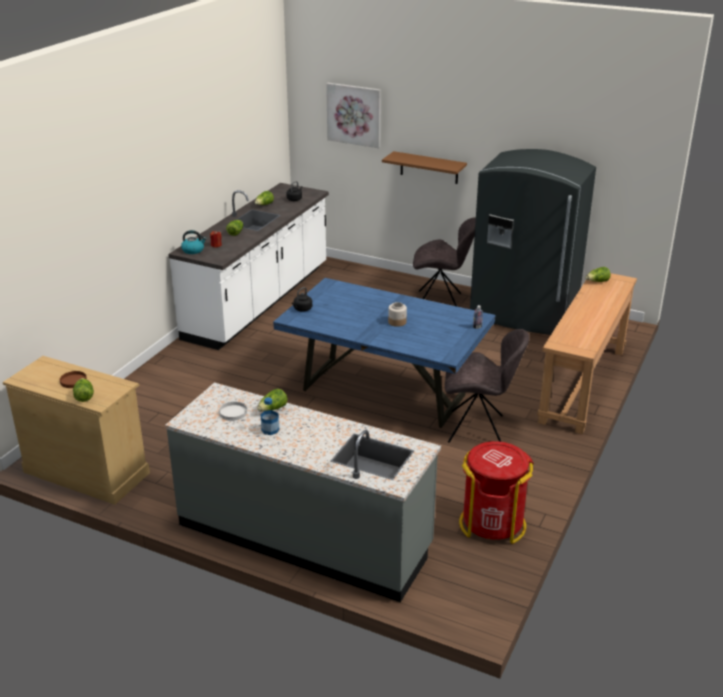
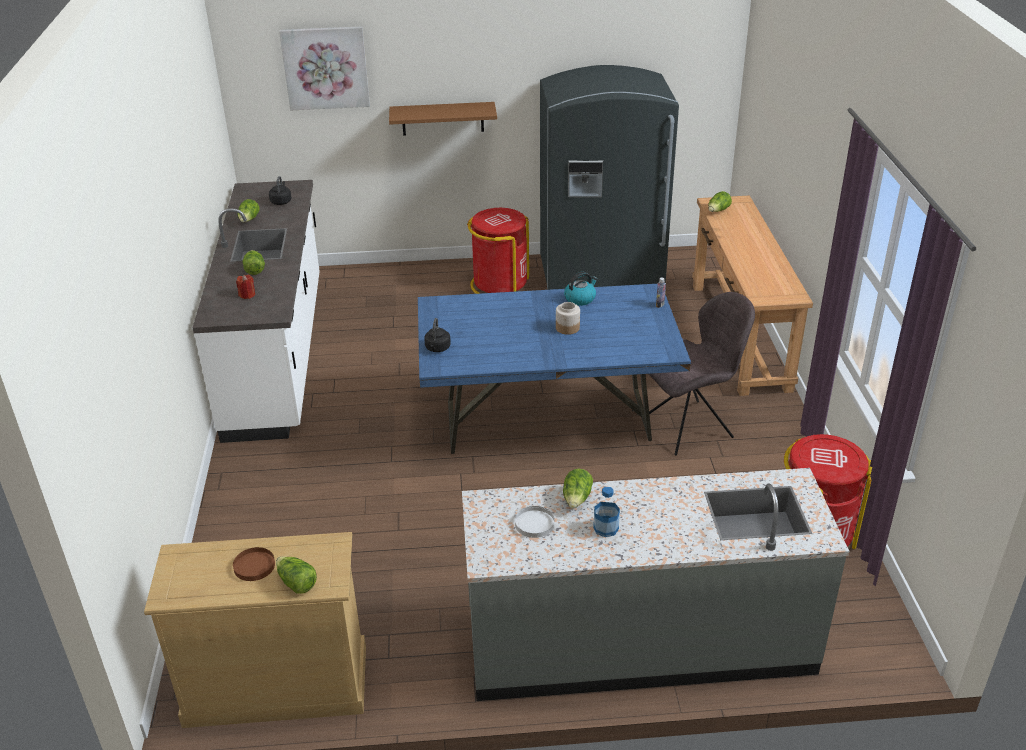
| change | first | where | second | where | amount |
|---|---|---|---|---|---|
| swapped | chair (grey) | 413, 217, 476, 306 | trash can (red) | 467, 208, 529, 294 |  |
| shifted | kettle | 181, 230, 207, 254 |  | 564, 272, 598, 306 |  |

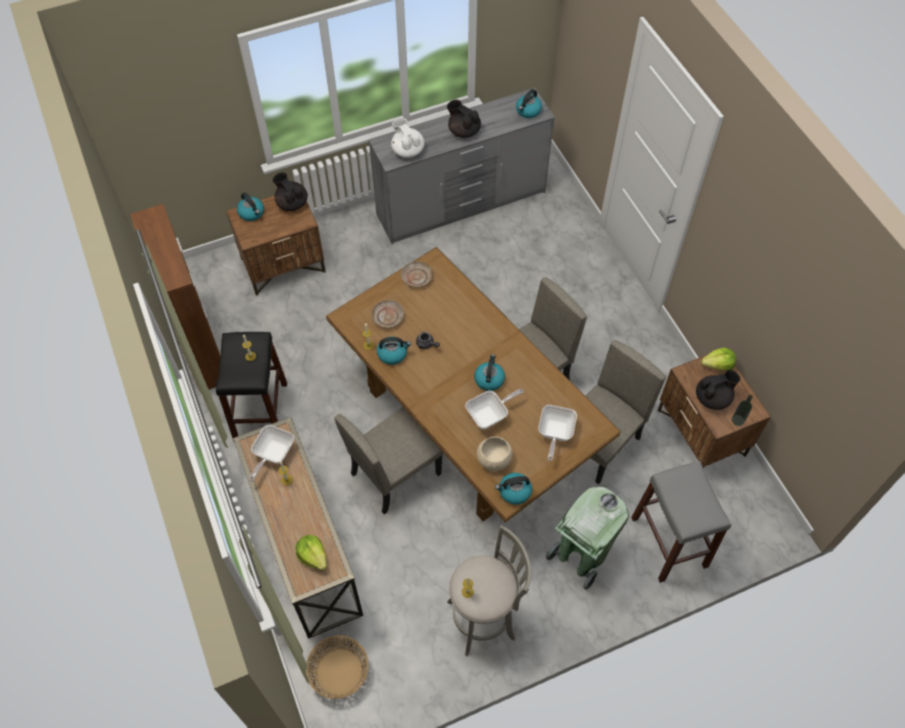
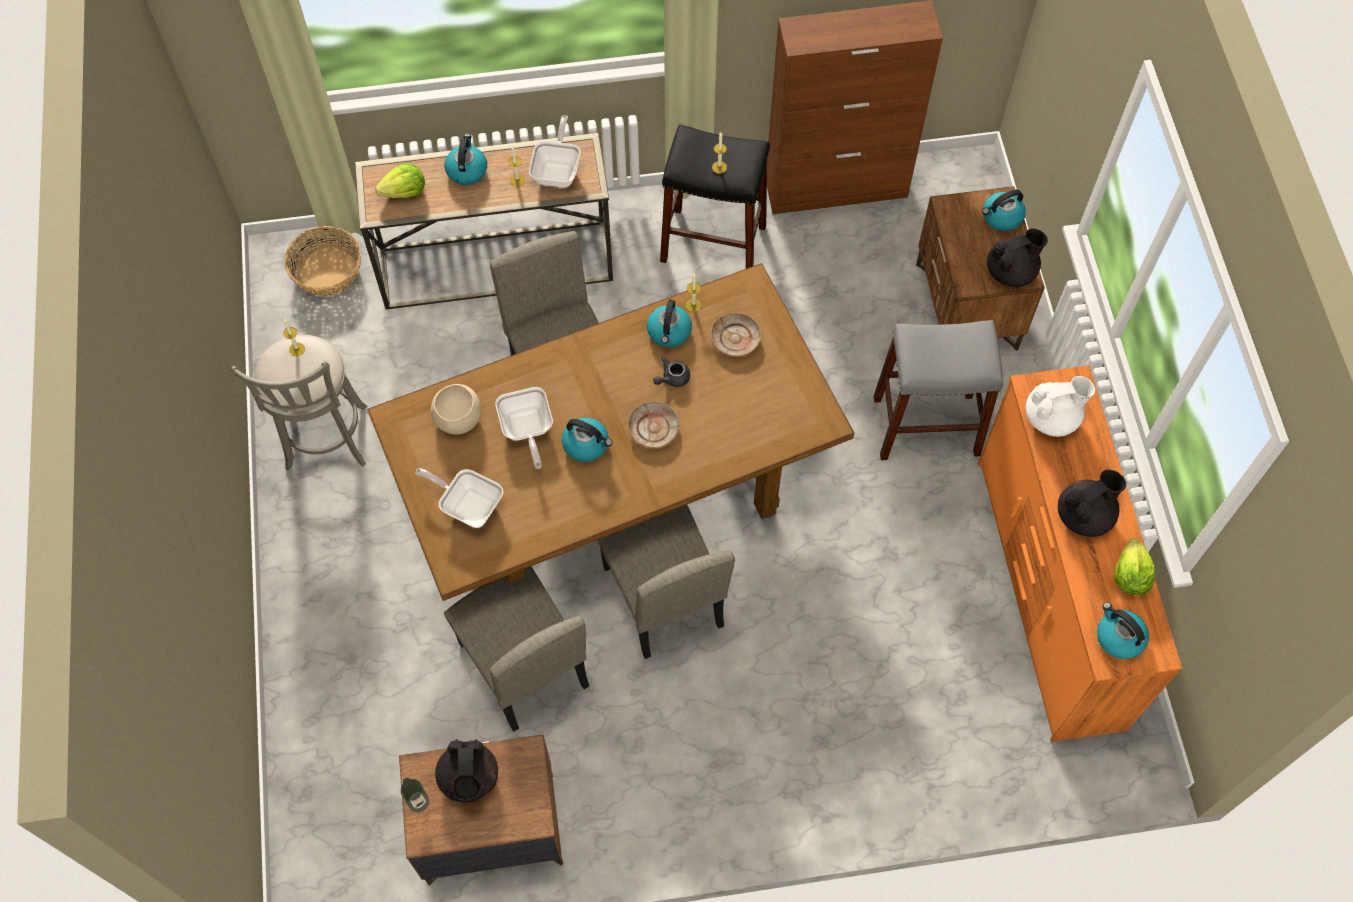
| change | first | where | second | where | amount |
|---|---|---|---|---|---|
| repainted | dresser (grey) | 368, 88, 555, 244 | dresser (orange) | 978, 365, 1182, 742 |  |
| shifted | plate (beige) | 401, 261, 433, 288 |  | 628, 401, 679, 449 |  |
| shifted | lettuce | 701, 348, 736, 370 |  | 1114, 538, 1155, 595 |  |
| rotated | frying pan | 249, 425, 294, 482 |  | 529, 115, 581, 187 | 60 degrees clockwise |
| shifted | stool (grey) | 631, 461, 731, 583 |  | 874, 320, 1003, 460 |  |
| shifted | kettle | 495, 473, 532, 505 |  | 445, 134, 487, 185 |  |
| gone | trash can (green) | 546, 486, 629, 589 |  |  |  |

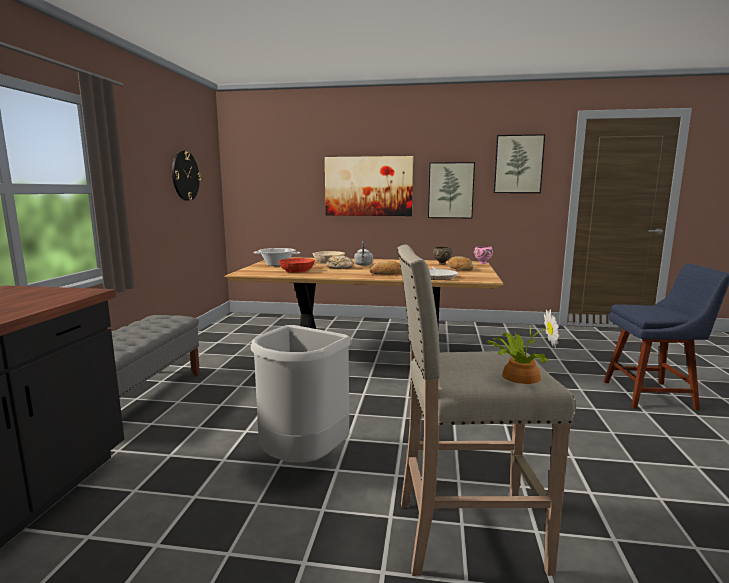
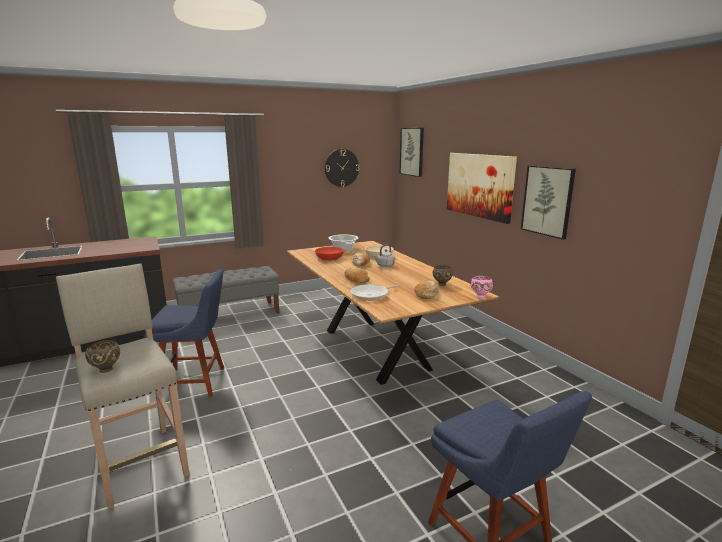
| change | first | where | second | where | amount |
|---|---|---|---|---|---|
| shifted | picture | 494, 134, 545, 193 |  | 400, 128, 424, 177 |  |
| swapped | potted plant | 486, 309, 559, 384 | bowl (brown) | 85, 340, 120, 373 |  |
| swapped | trash can (grey) | 251, 325, 352, 462 | chair (blue) | 144, 269, 224, 397 |  |

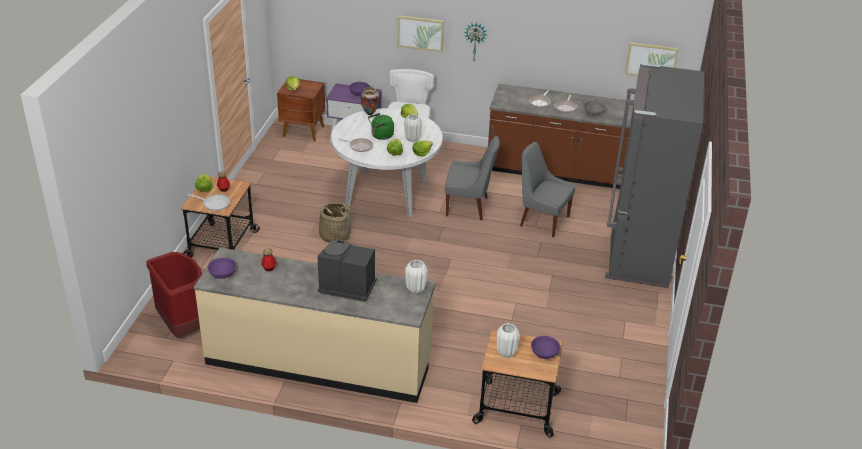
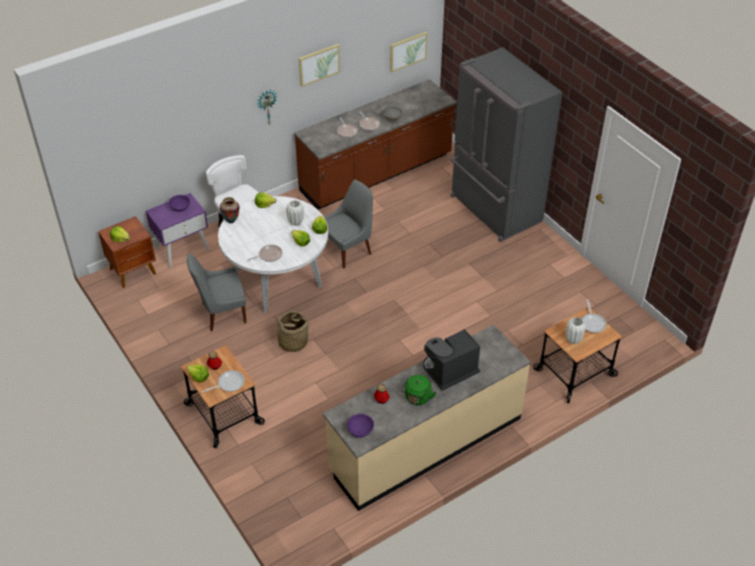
| change | first | where | second | where | amount |
|---|---|---|---|---|---|
| shifted | picture | 398, 15, 444, 52 |  | 299, 44, 340, 87 |  |
| shifted | kettle (green) | 368, 113, 394, 140 |  | 401, 375, 436, 405 |  |
| shifted | chair (grey) | 520, 142, 576, 237 |  | 187, 253, 246, 331 |  |
| gone | trash can (red) | 146, 252, 202, 337 |  |  |  |
| gone | vase (white) | 405, 260, 428, 294 |  |  |  |
| swapped | bowl (purple) | 531, 336, 561, 359 | frying pan | 581, 299, 606, 333 |  |

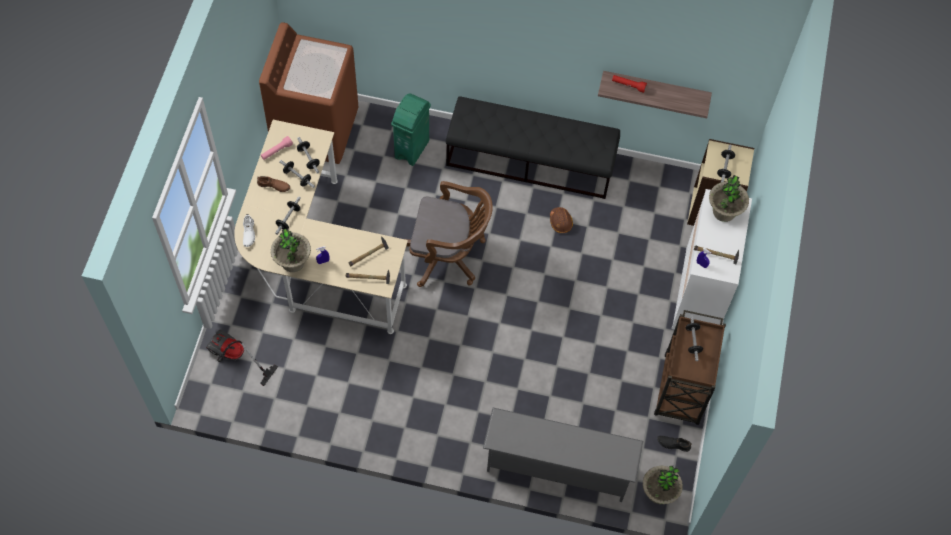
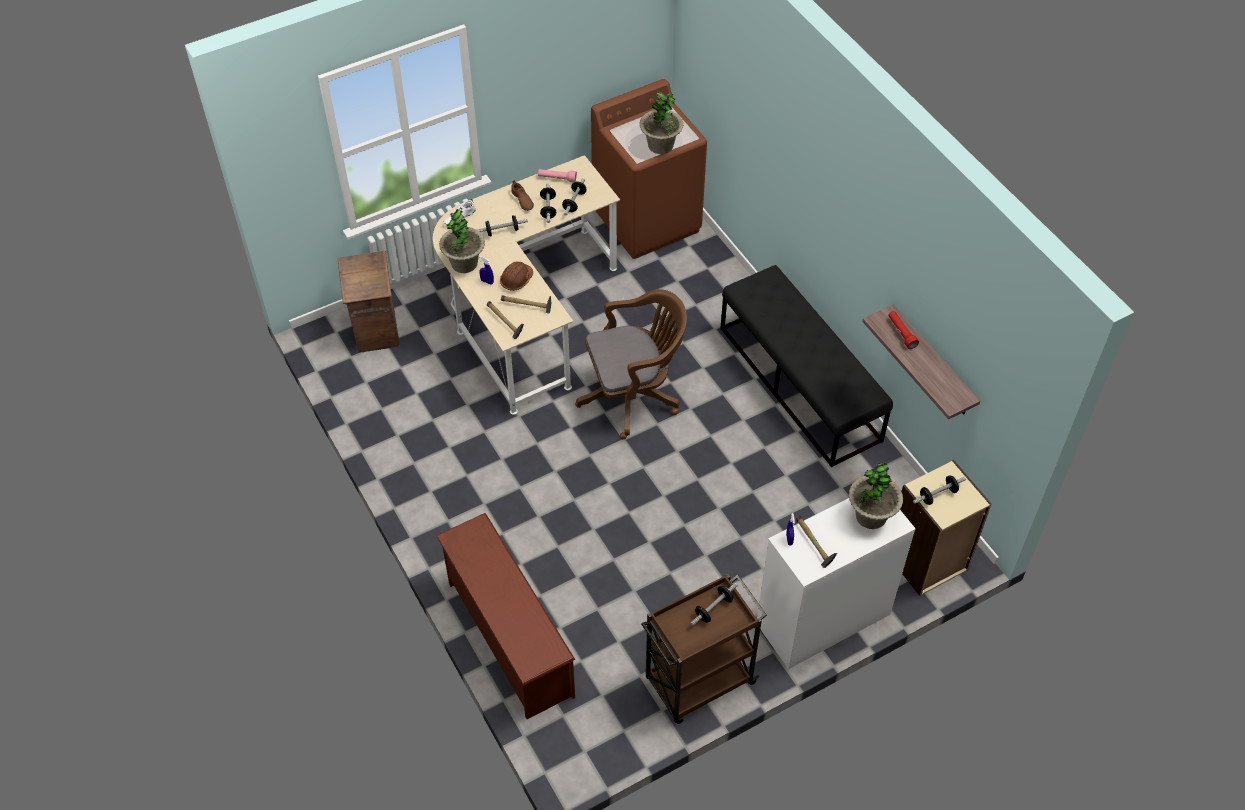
| change | first | where | second | where | amount |
|---|---|---|---|---|---|
| gone | trash can (green) | 391, 94, 431, 166 |  |  |  |
| rotated | office chair (brown) | 405, 181, 493, 287 |  | 575, 289, 687, 439 | 75 degrees counterclockwise |
| shifted | hard hat (brown) | 550, 207, 573, 233 |  | 500, 261, 533, 291 |  |
| swapped | vacuum cleaner | 206, 330, 278, 386 | crate | 338, 250, 400, 353 |  |
| repainted | shoe rack (grey) | 483, 408, 643, 502 | shoe rack (brown) | 436, 513, 575, 719 |  |
| gone | shoe (black) | 657, 436, 691, 452 |  |  |  |
| shifted | potted plant | 642, 466, 683, 504 |  | 639, 91, 683, 154 |  |

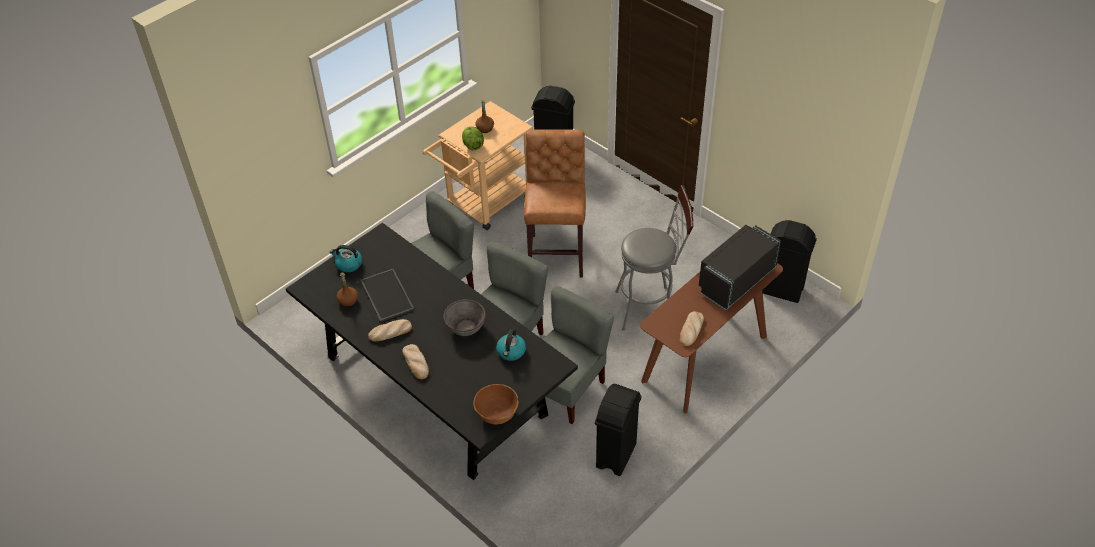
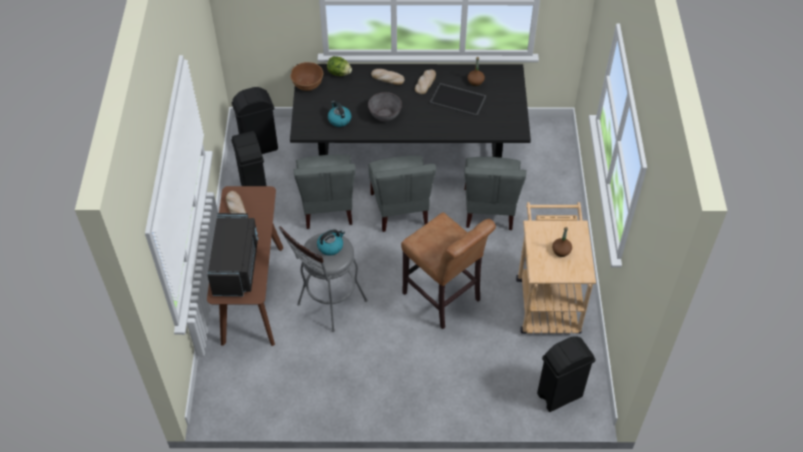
| change | first | where | second | where | amount |
|---|---|---|---|---|---|
| shifted | lettuce | 462, 126, 484, 151 |  | 327, 56, 352, 76 |  |
| shifted | trash can (black) | 762, 220, 817, 303 |  | 232, 87, 278, 154 |  |
| shifted | kettle | 330, 245, 362, 272 |  | 317, 229, 345, 256 |  |

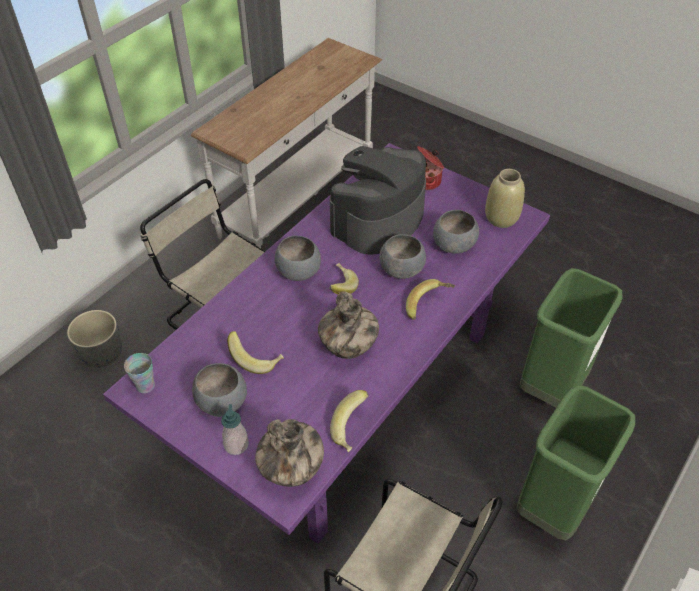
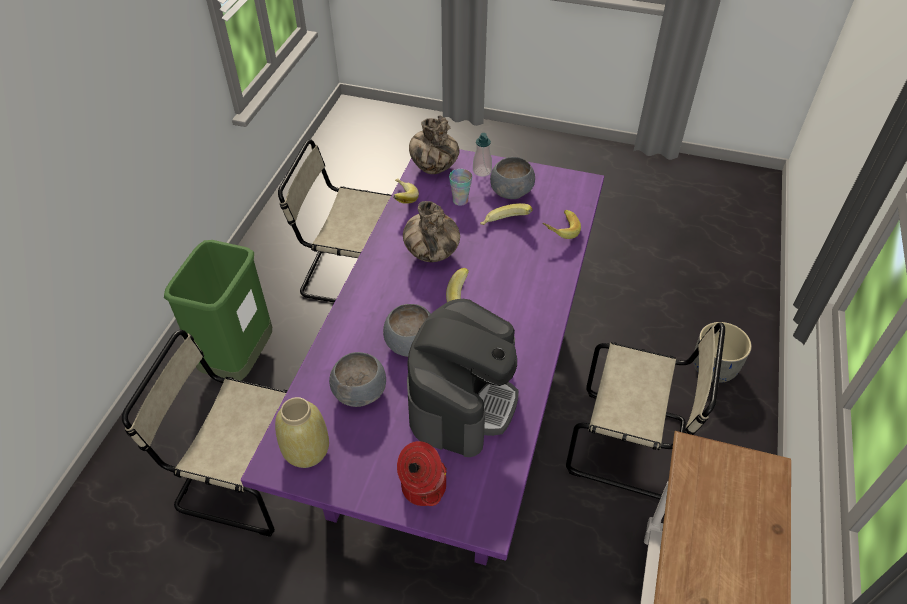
| change | first | where | second | where | amount |
|---|---|---|---|---|---|
| gone | bowl (grey) | 275, 235, 321, 281 |  |  |  |
| swapped | trash can (green) | 520, 268, 623, 408 | chair (beige) | 122, 330, 287, 537 |  |
| shifted | banana | 406, 279, 455, 320 |  | 542, 210, 581, 239 |  |
| shifted | cup | 124, 353, 155, 393 |  | 449, 169, 472, 206 |  |

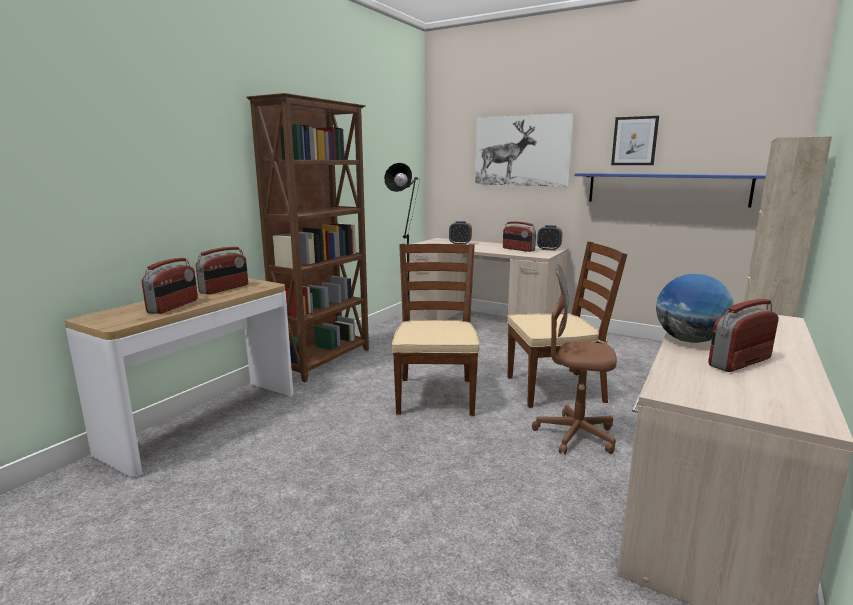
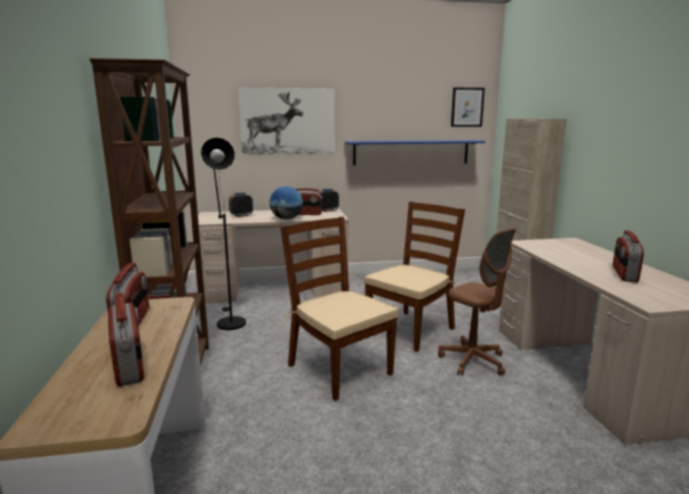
| change | first | where | second | where | amount |
|---|---|---|---|---|---|
| shifted | picture | 611, 116, 659, 165 |  | 451, 88, 485, 127 |  |
| rotated | office chair (brown) | 532, 264, 617, 455 |  | 438, 228, 516, 376 | 105 degrees counterclockwise |
| shifted | globe | 656, 274, 734, 343 |  | 270, 186, 303, 220 |  |

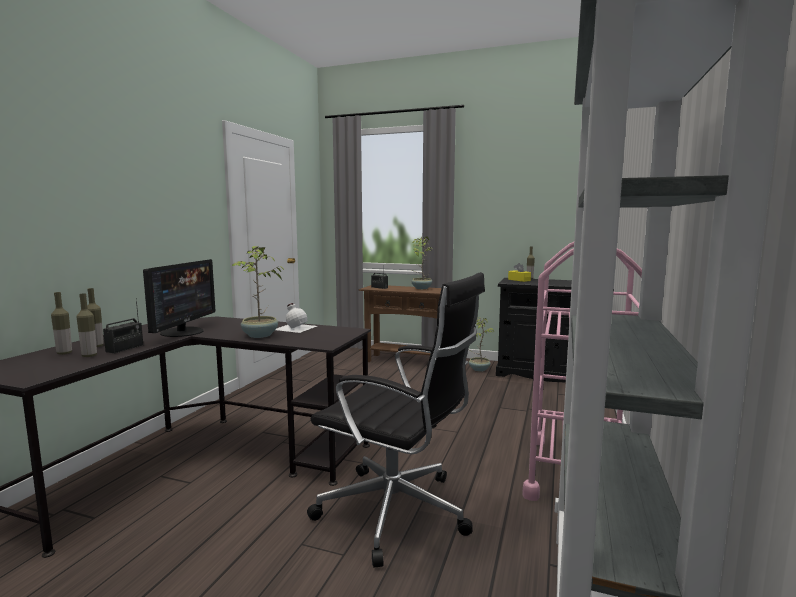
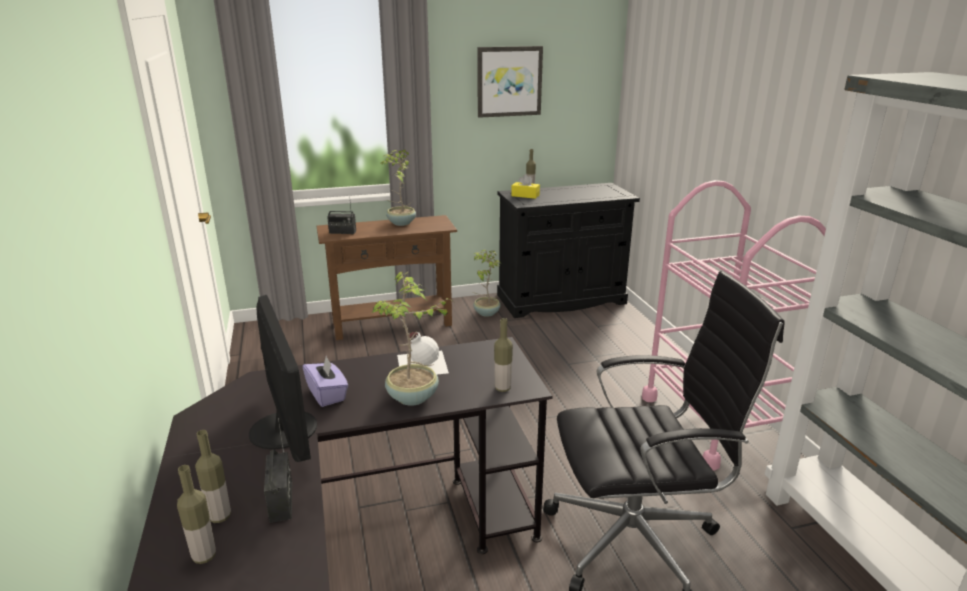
| change | first | where | second | where | amount |
|---|---|---|---|---|---|
| shifted | bottle | 77, 293, 97, 357 |  | 494, 318, 513, 392 |  |
| new |  |  | picture | 477, 46, 543, 118 |  |
| new |  |  | tissue box (purple) | 303, 356, 348, 407 |  |

